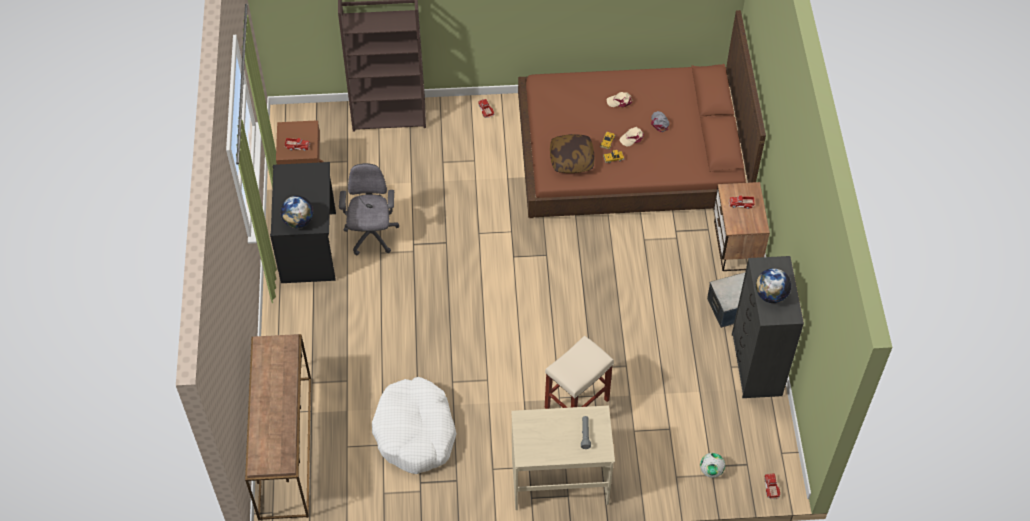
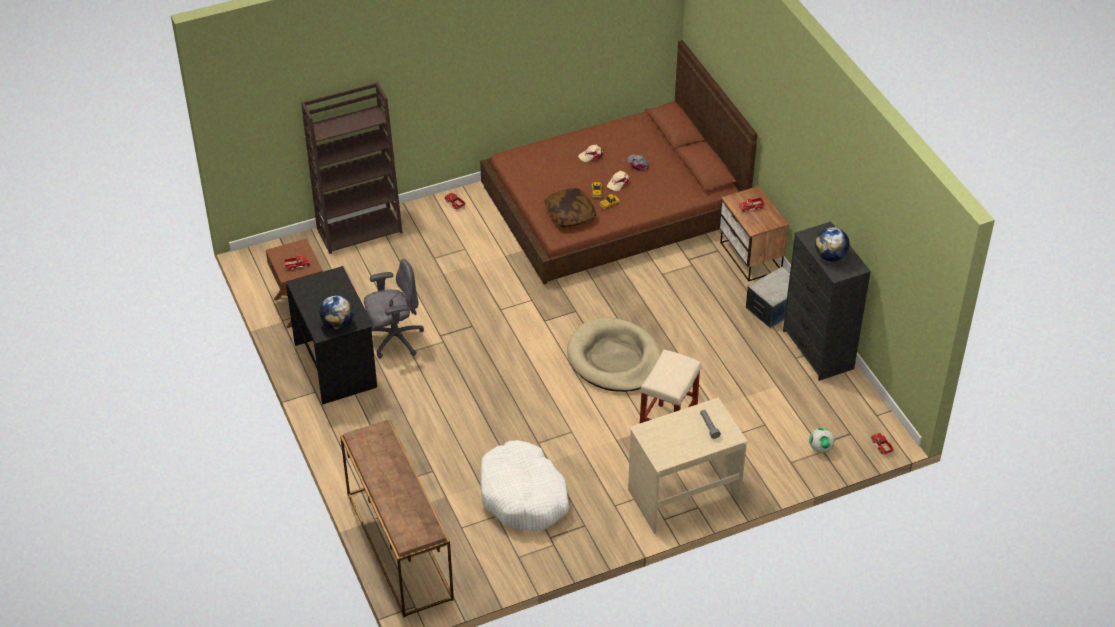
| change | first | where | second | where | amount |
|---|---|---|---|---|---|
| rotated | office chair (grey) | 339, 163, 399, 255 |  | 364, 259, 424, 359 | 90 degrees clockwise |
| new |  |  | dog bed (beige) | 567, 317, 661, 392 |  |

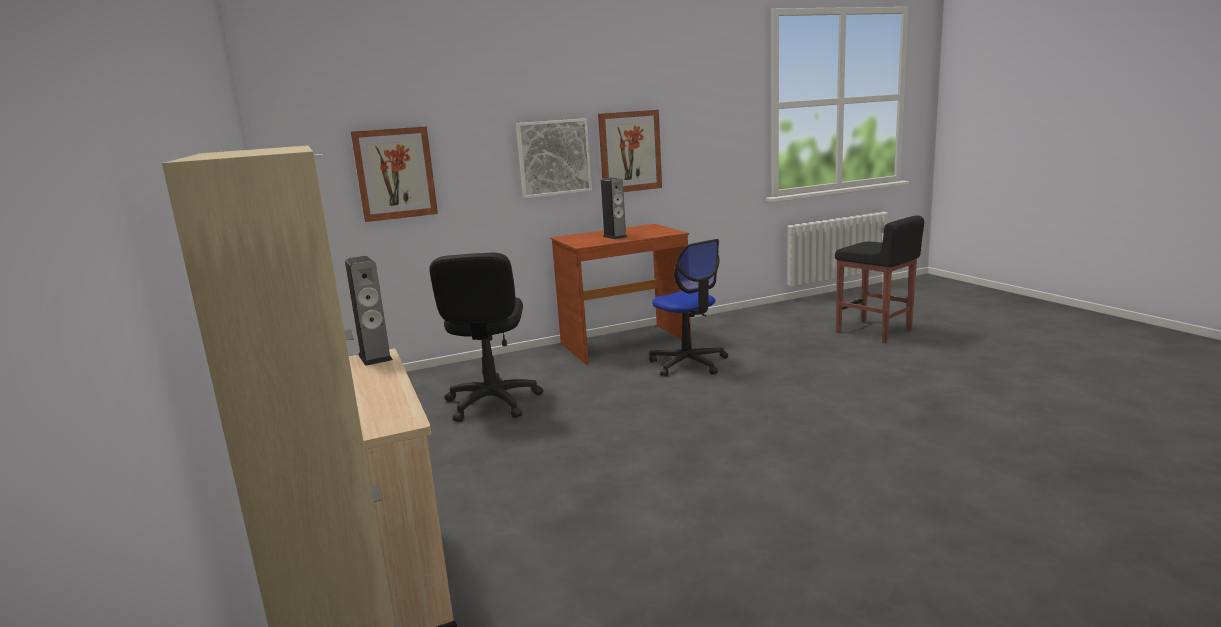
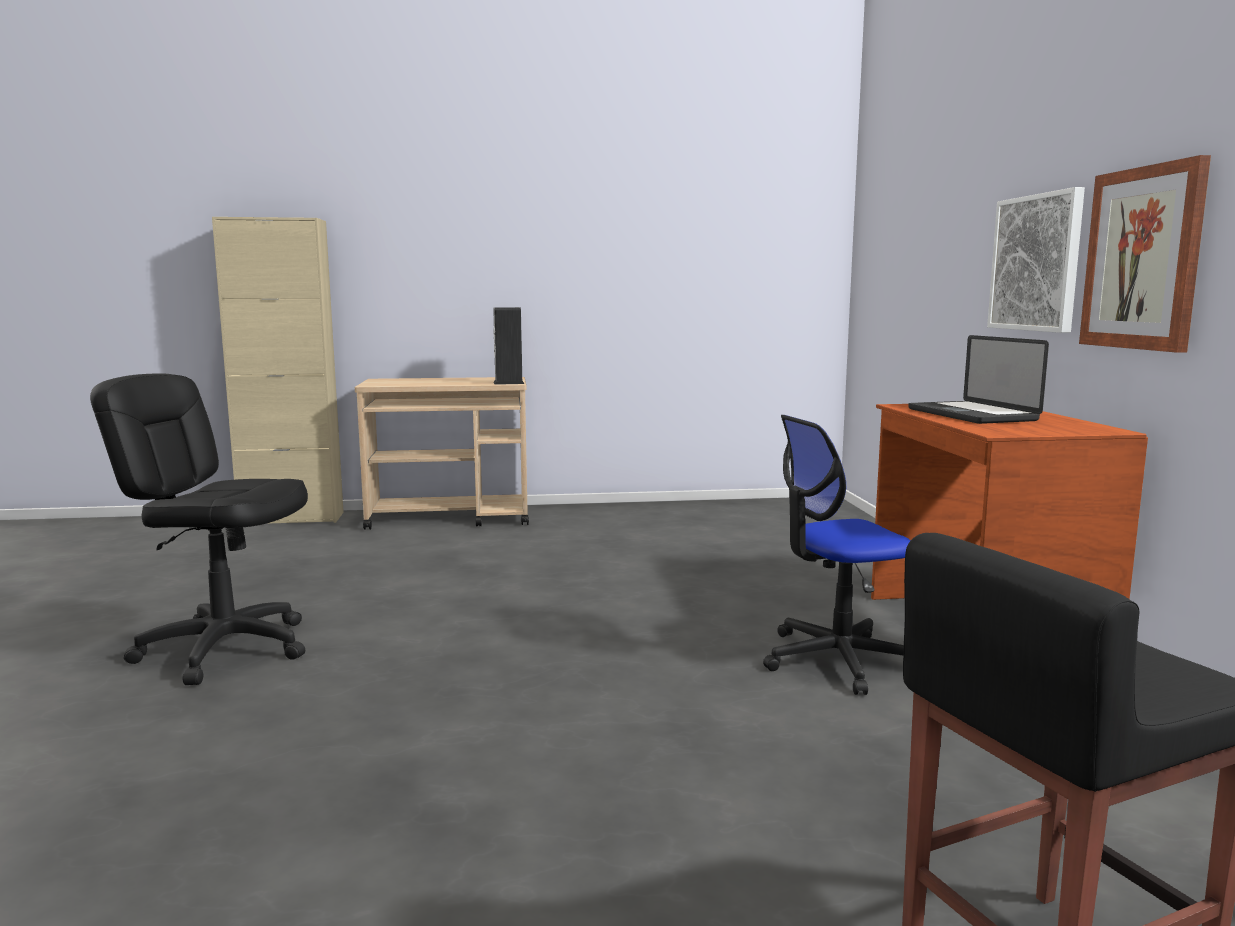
| change | first | where | second | where | amount |
|---|---|---|---|---|---|
| gone | picture | 351, 126, 438, 222 |  |  |  |
| swapped | speaker | 601, 178, 627, 239 | laptop | 908, 335, 1049, 424 |  |
| shifted | office chair (black) | 429, 253, 543, 422 |  | 90, 373, 308, 685 |  |

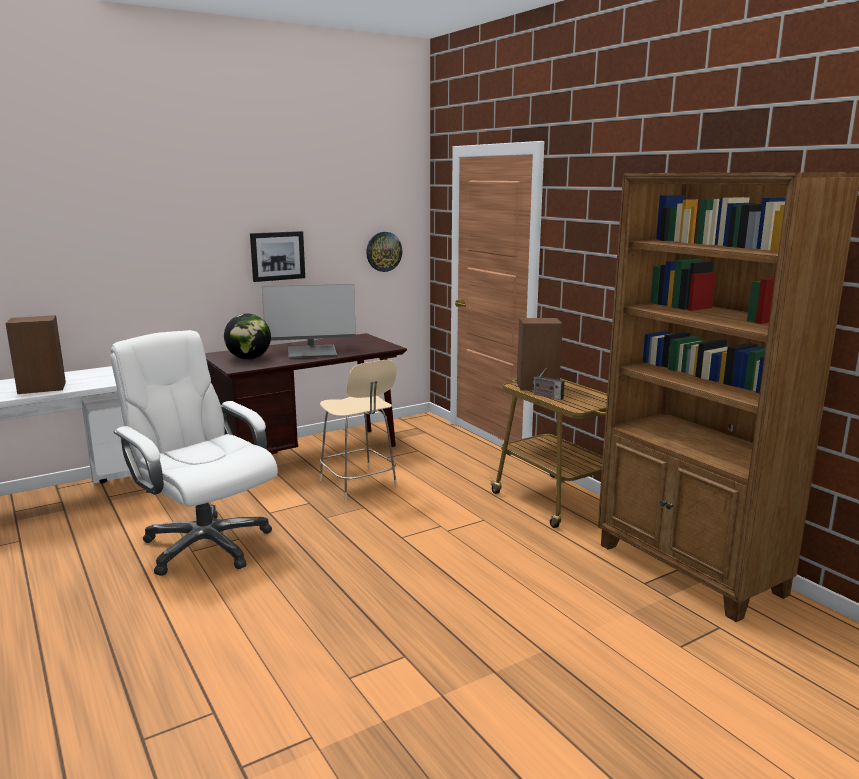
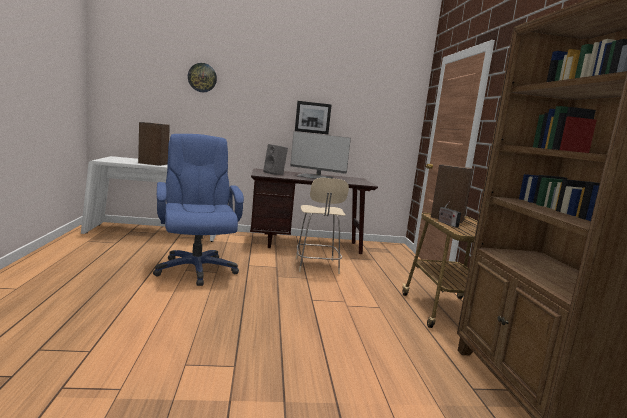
| change | first | where | second | where | amount |
|---|---|---|---|---|---|
| shifted | wall clock | 366, 232, 402, 272 |  | 188, 63, 217, 92 |  |
| swapped | globe | 224, 314, 271, 359 | speaker (grey) | 263, 144, 288, 175 |  |
| repainted | office chair (white) | 110, 330, 278, 576 | office chair (blue) | 153, 134, 244, 286 |  |

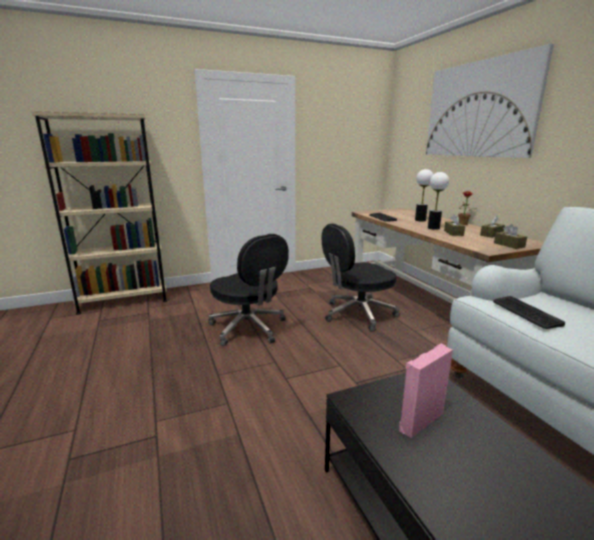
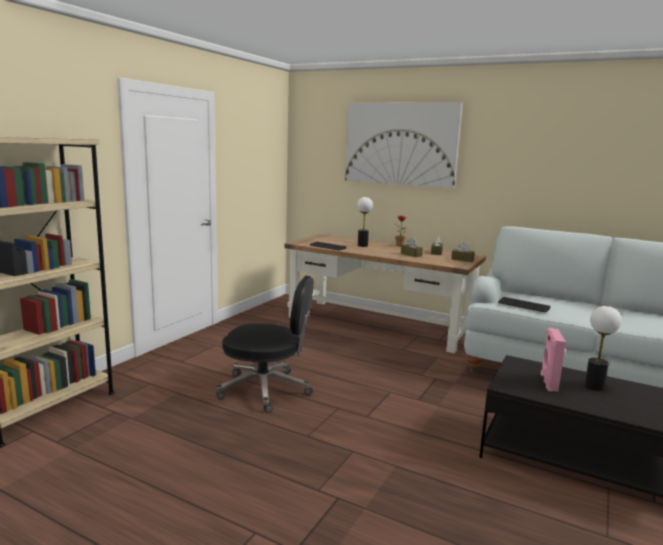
| change | first | where | second | where | amount |
|---|---|---|---|---|---|
| shifted | table lamp | 428, 172, 449, 230 |  | 584, 306, 622, 391 |  |
| gone | office chair (black) | 321, 223, 400, 332 |  |  |  |

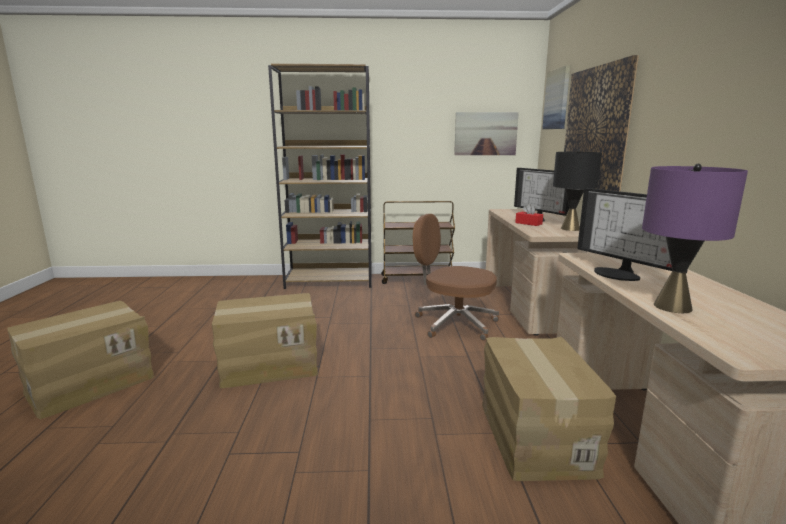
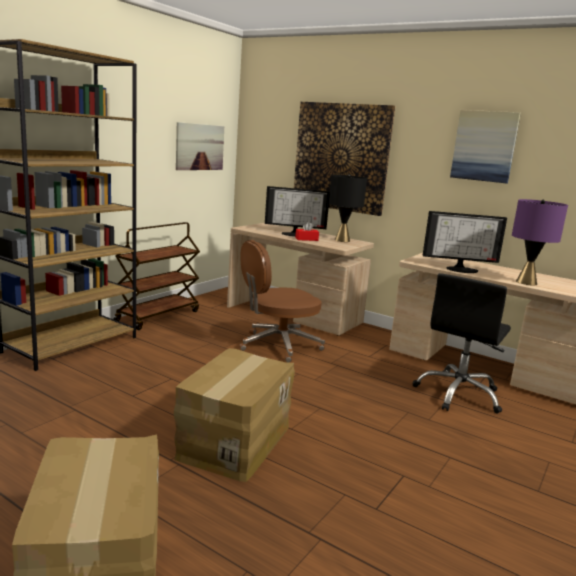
| change | first | where | second | where | amount |
|---|---|---|---|---|---|
| shifted | picture | 542, 65, 571, 129 |  | 450, 110, 521, 183 |  |
| swapped | cardboard box | 482, 337, 616, 481 | office chair (black) | 413, 273, 511, 413 |  |

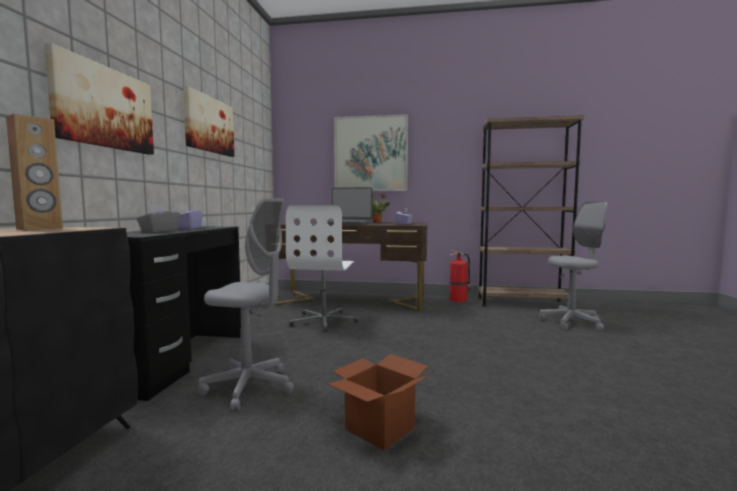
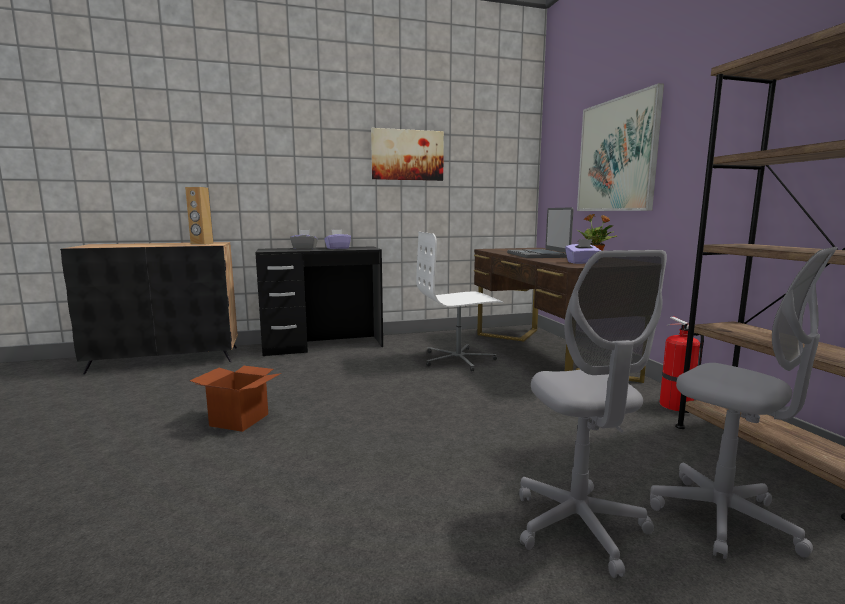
| change | first | where | second | where | amount |
|---|---|---|---|---|---|
| gone | picture | 44, 43, 154, 155 |  |  |  |
| shifted | office chair (grey) | 198, 198, 294, 411 |  | 519, 250, 667, 578 |  |

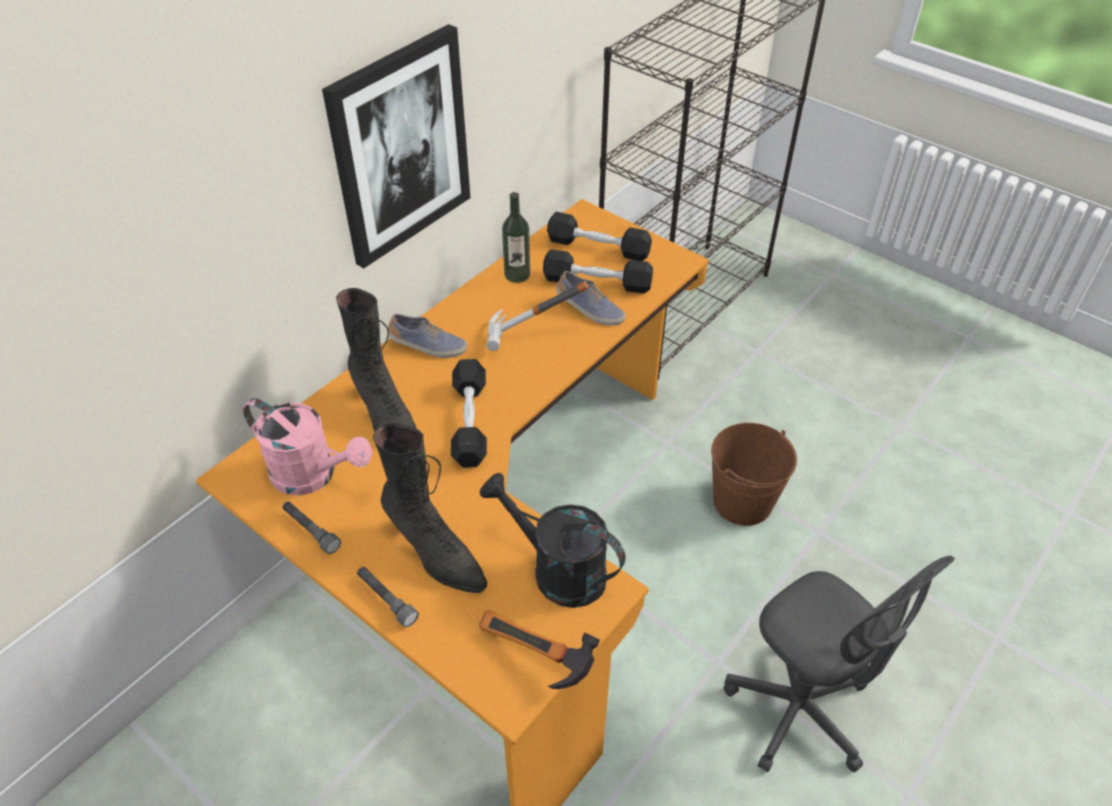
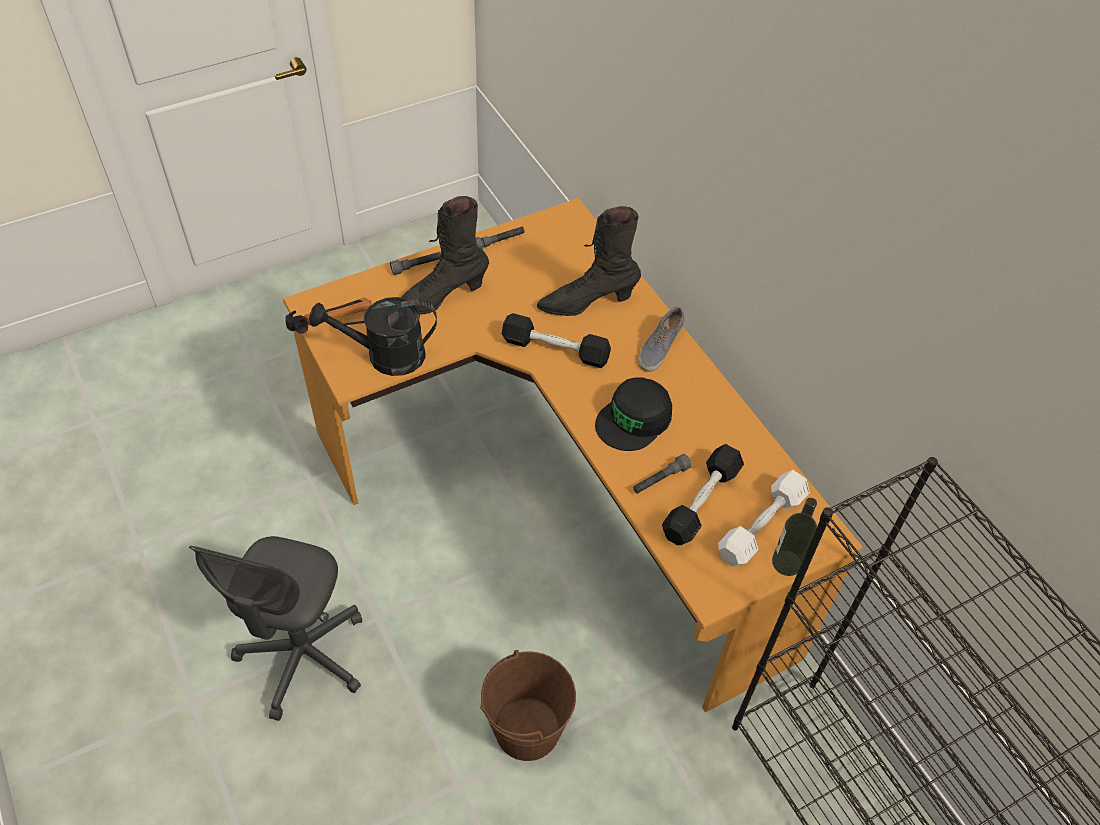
| change | first | where | second | where | amount |
|---|---|---|---|---|---|
| gone | picture | 322, 24, 471, 269 |  |  |  |
| shifted | bottle | 502, 192, 530, 283 |  | 772, 498, 817, 576 |  |
| repainted | dumbbell (black) | 547, 212, 652, 261 | dumbbell (white) | 718, 470, 810, 567 |  |
| swapped | shoe | 556, 271, 626, 325 | flashlight (grey) | 633, 454, 692, 494 |  |
| swapped | hammer | 487, 281, 588, 351 | cap (black) | 595, 377, 672, 451 |  |
| gone | watering can (pink) | 243, 398, 372, 496 |  |  |  |
| rotated | watering can (black) | 479, 473, 625, 608 |  | 309, 297, 437, 376 | 150 degrees counterclockwise |
| rotated | office chair (grey) | 724, 556, 955, 772 |  | 189, 536, 362, 721 | 60 degrees counterclockwise |

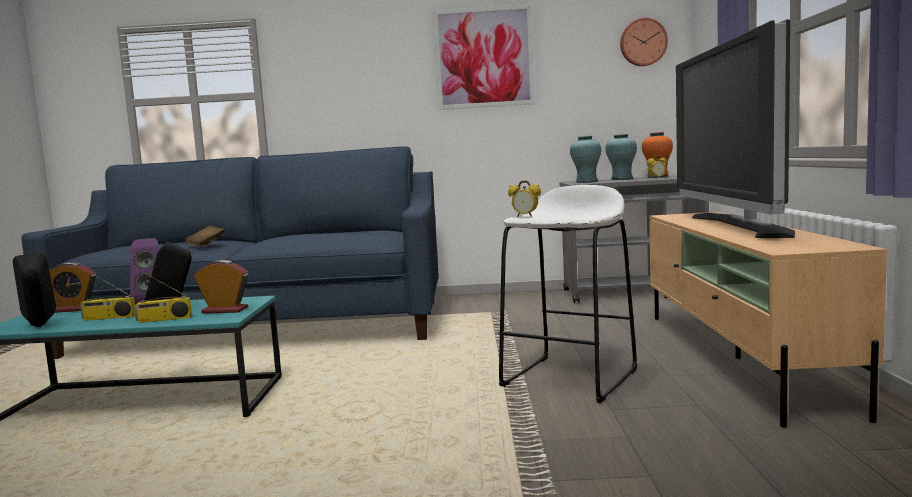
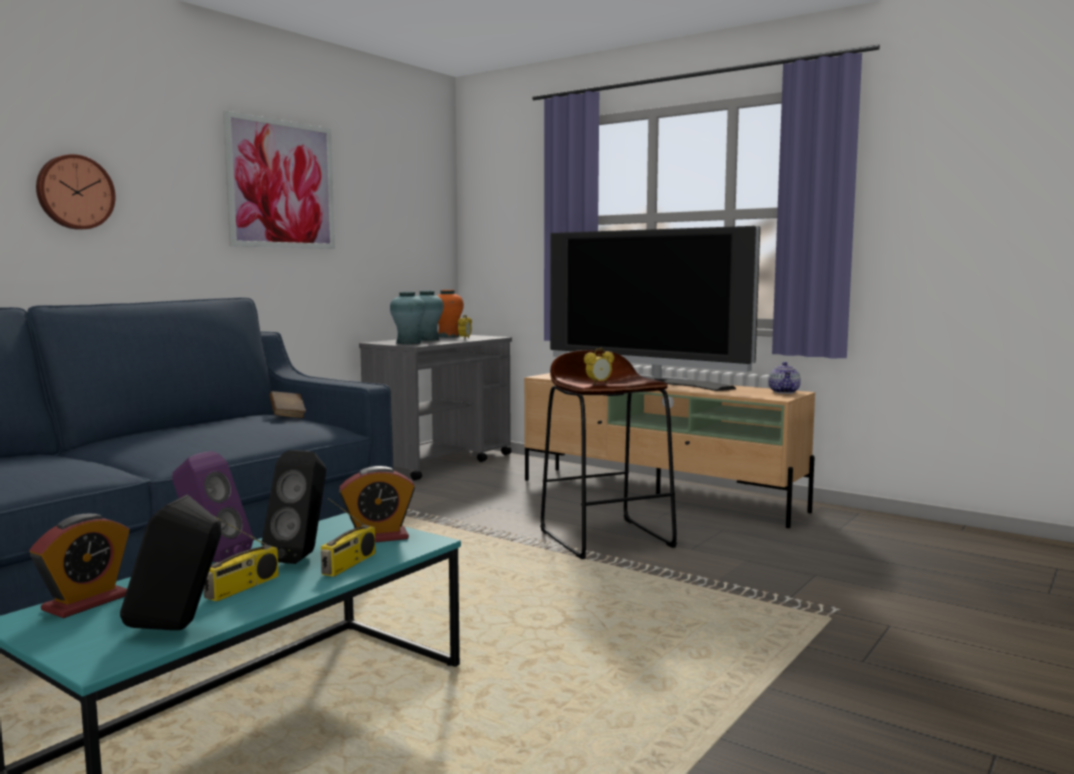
| change | first | where | second | where | amount |
|---|---|---|---|---|---|
| shifted | wall clock | 620, 18, 668, 66 |  | 36, 154, 116, 230 |  |
| repainted | stool (white) | 499, 185, 637, 403 | stool (brown) | 540, 350, 677, 559 |  |
| shifted | book (brown) | 185, 226, 225, 247 |  | 269, 391, 306, 418 |  |
| rotated | alarm clock | 194, 260, 248, 314 |  | 339, 466, 415, 542 | 150 degrees counterclockwise |
| new |  |  | teapot | 768, 362, 801, 394 |  |

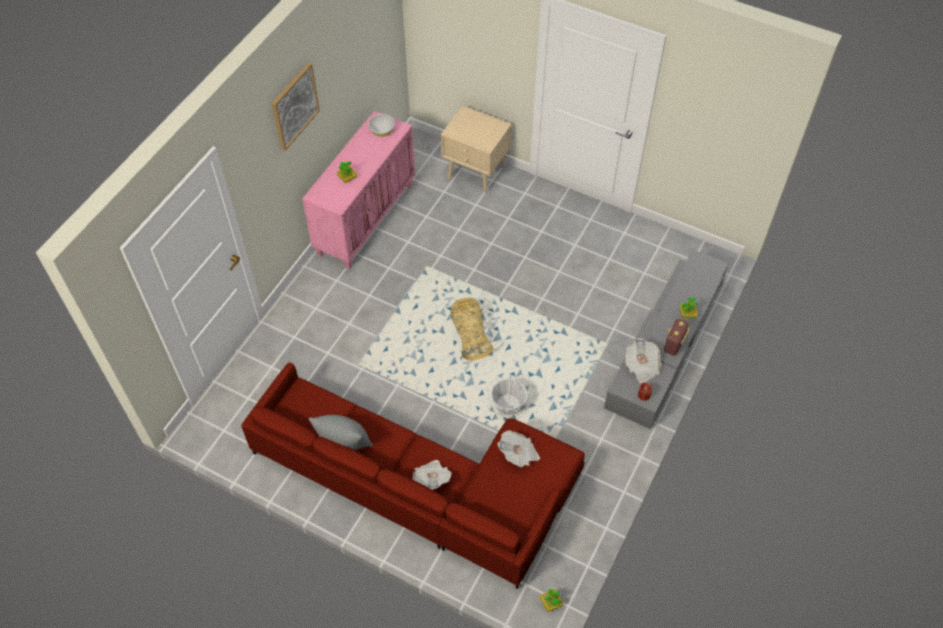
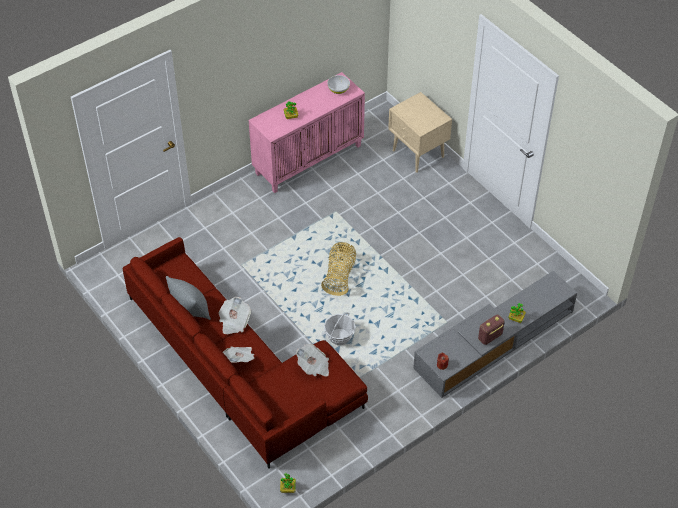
| change | first | where | second | where | amount |
|---|---|---|---|---|---|
| gone | picture | 272, 63, 320, 151 |  |  |  |
| shifted | newspaper | 625, 338, 661, 384 |  | 219, 297, 251, 334 |  |

